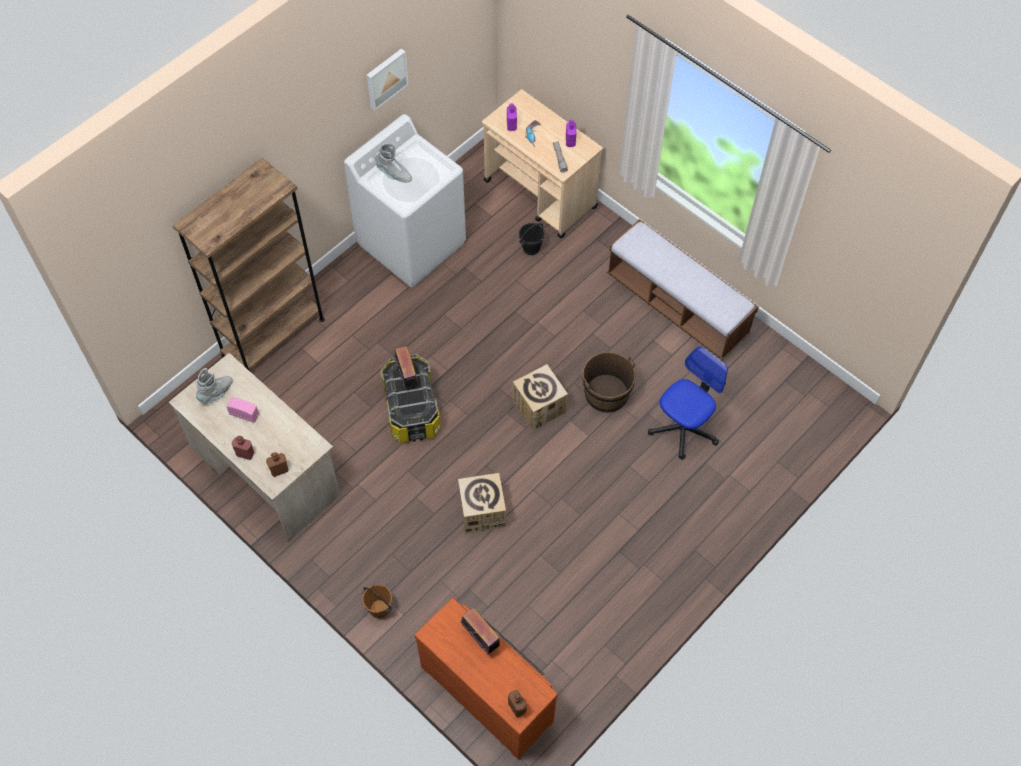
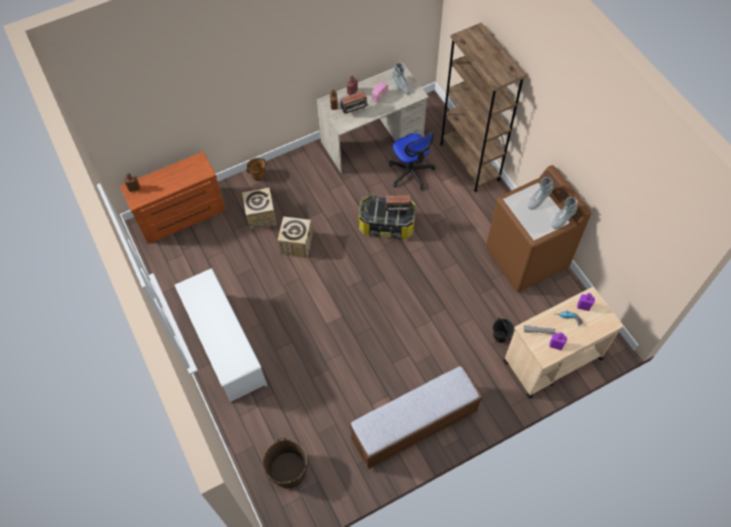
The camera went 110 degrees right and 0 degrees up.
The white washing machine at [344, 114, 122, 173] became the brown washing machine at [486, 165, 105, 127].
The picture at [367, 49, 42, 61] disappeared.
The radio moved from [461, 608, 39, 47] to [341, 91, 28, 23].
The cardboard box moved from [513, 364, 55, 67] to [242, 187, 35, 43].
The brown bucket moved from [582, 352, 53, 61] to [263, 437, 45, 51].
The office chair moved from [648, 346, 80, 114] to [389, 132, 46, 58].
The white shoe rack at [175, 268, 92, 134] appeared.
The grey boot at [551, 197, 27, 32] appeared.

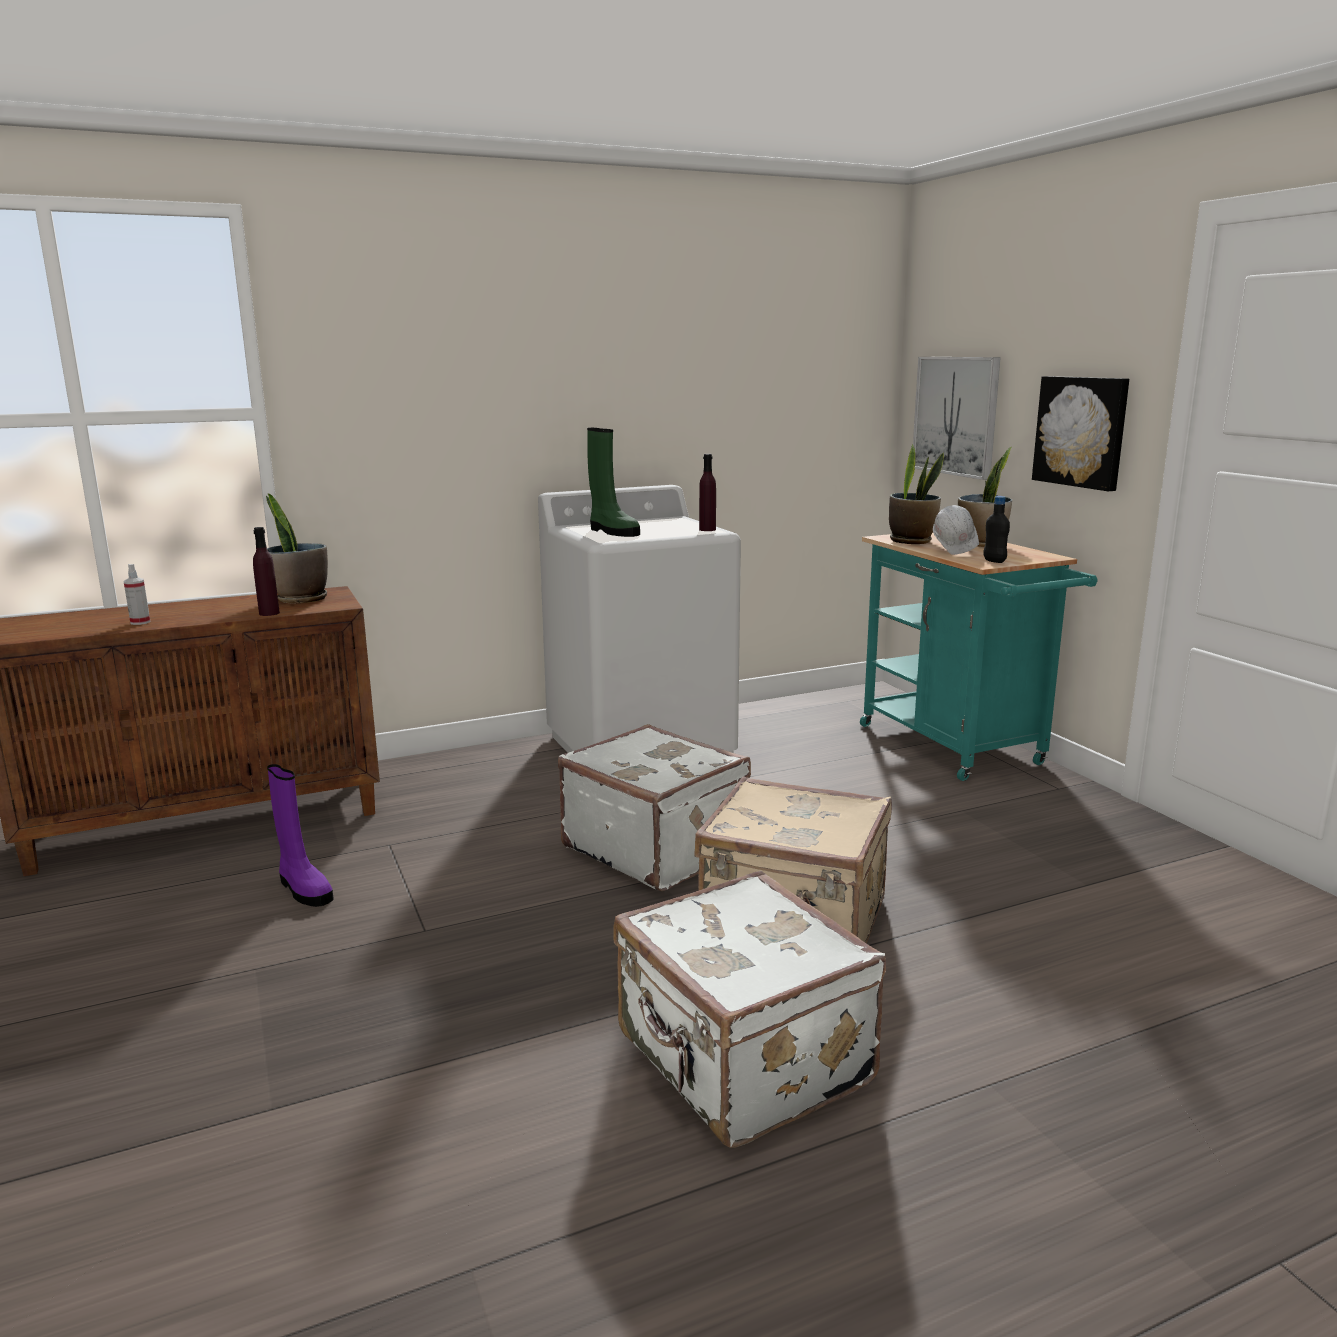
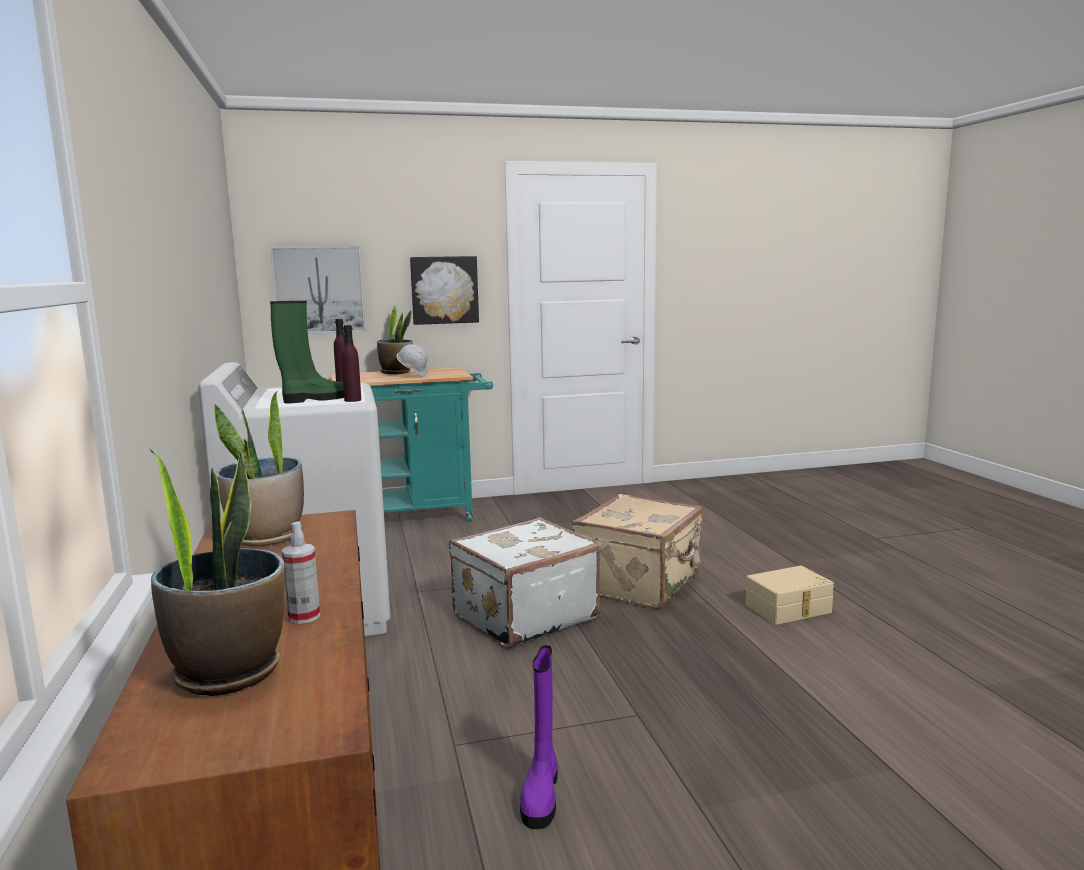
The camera went 80 degrees left and 5 degrees down.
The purple bottle moved from [253, 527, 27, 89] to [341, 325, 20, 77].
The purple boot at [267, 764, 67, 143] turned 135 degrees clockwise.
The white suitcase at [613, 871, 273, 277] was replaced by the beige storage box at [746, 566, 88, 59].
The potted plant moved from [889, 444, 55, 100] to [150, 449, 135, 247].
The black bottle at [983, 496, 27, 67] disappeared.

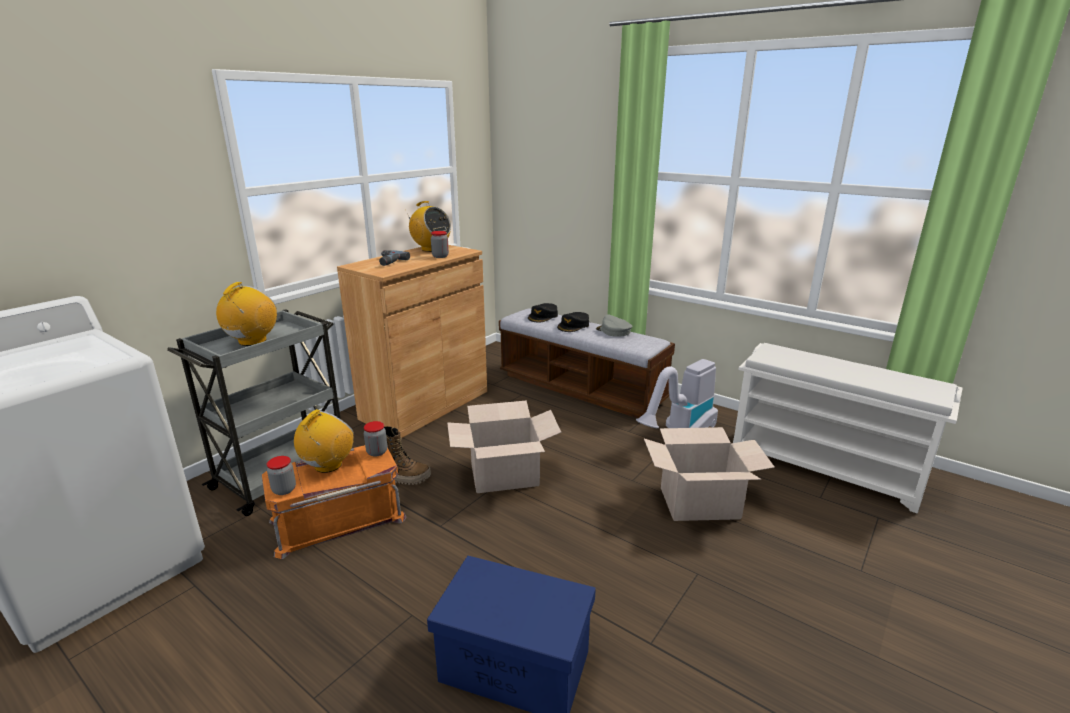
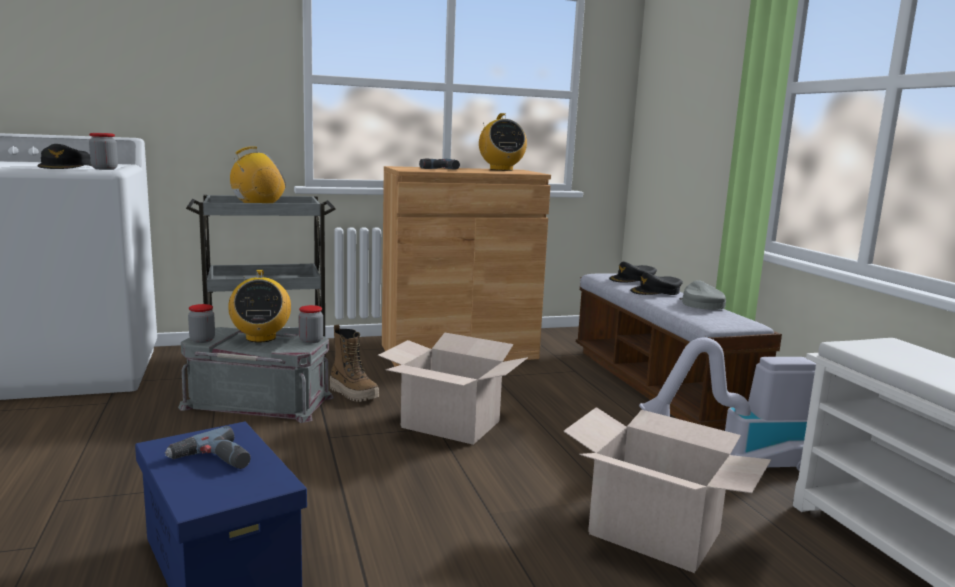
The camera went 35 degrees right and 10 degrees down.
The orange storage box at [262, 445, 144, 114] became the grey storage box at [178, 327, 156, 96].
The radio at [294, 409, 60, 64] turned 105 degrees clockwise.
The jar moved from [431, 231, 18, 27] to [89, 133, 29, 37].
The black cap at [37, 144, 55, 25] appeared.
The power drill at [165, 426, 86, 43] appeared.

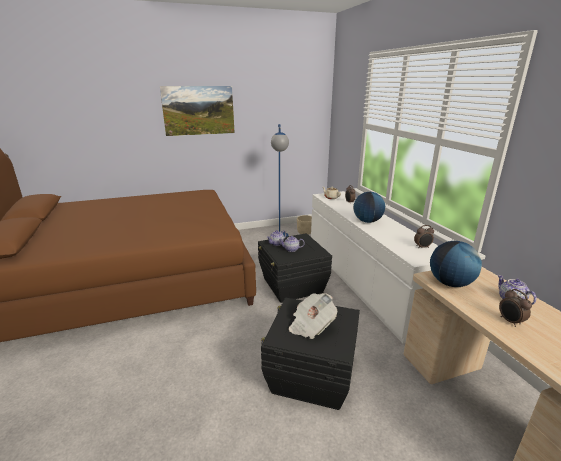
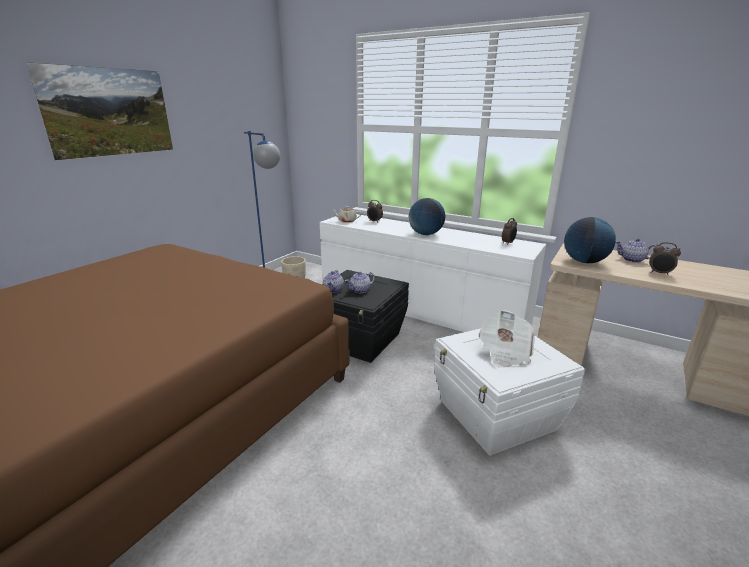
The camera went 40 degrees left and 0 degrees up.
The black storage box at [261, 298, 99, 112] became the white storage box at [434, 329, 151, 127].

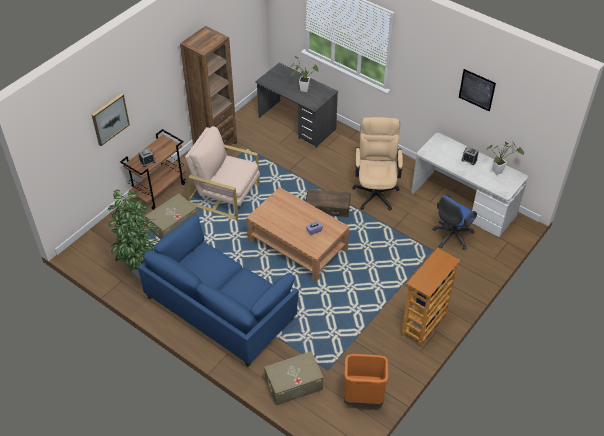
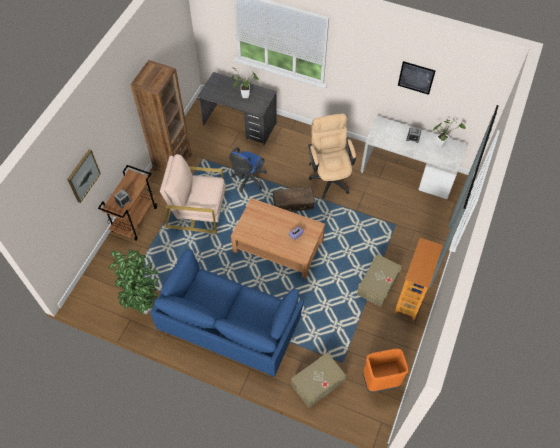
The camera went 15 degrees left and 10 degrees up.
The beige storage box moved from [145, 194, 53, 45] to [357, 254, 45, 53].
The blue office chair moved from [433, 195, 44, 55] to [229, 147, 38, 45].

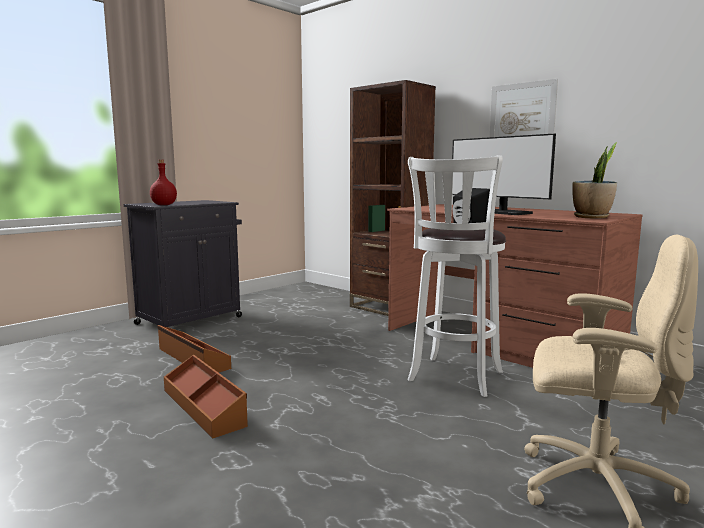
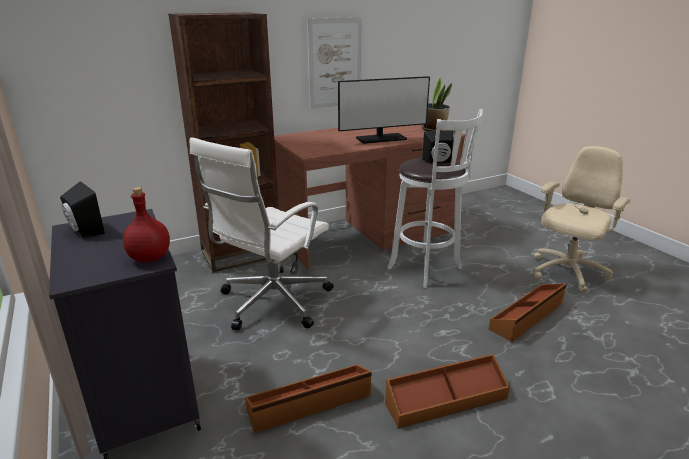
The camera went 70 degrees left and 15 degrees up.
The black speaker at [60, 181, 45, 57] appeared.
The white office chair at [189, 137, 145, 193] appeared.
The brown storage box at [489, 283, 78, 59] appeared.

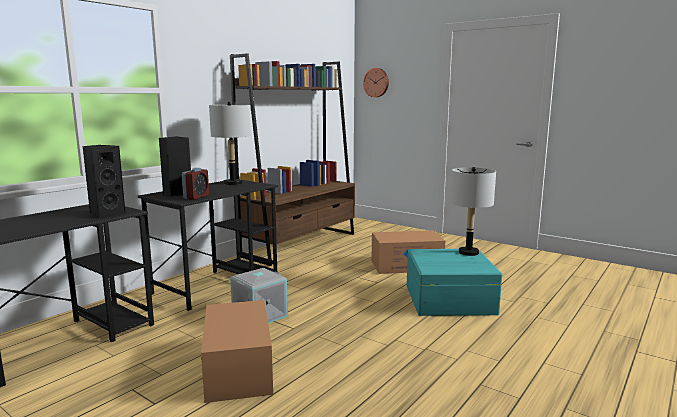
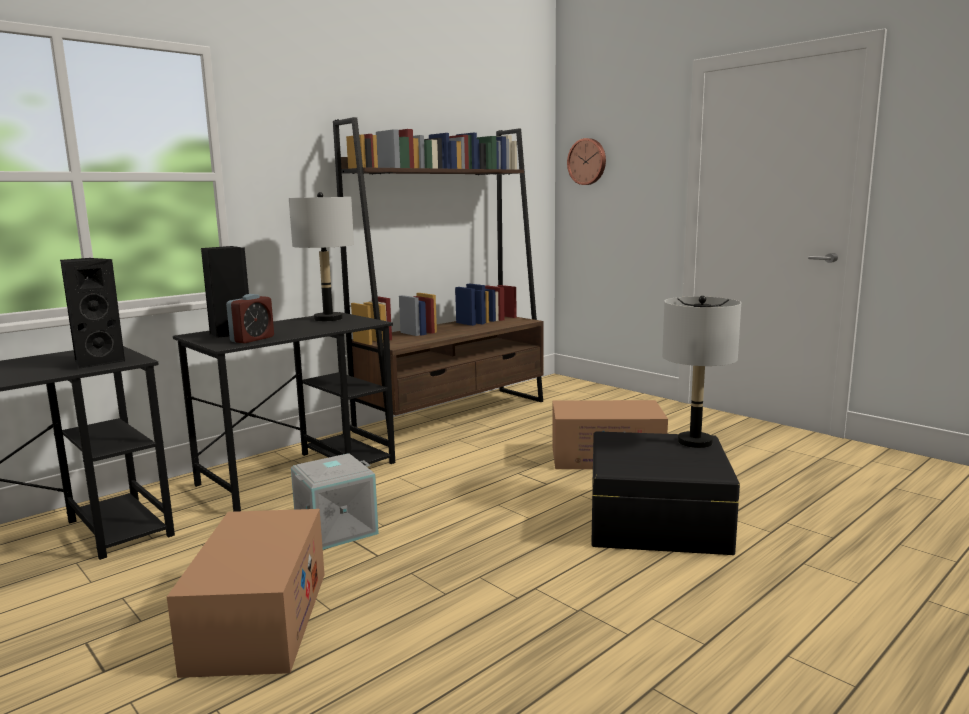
The camera went 10 degrees right and 0 degrees up.
The turquoise storage box at [407, 249, 95, 67] became the black storage box at [591, 431, 149, 124].

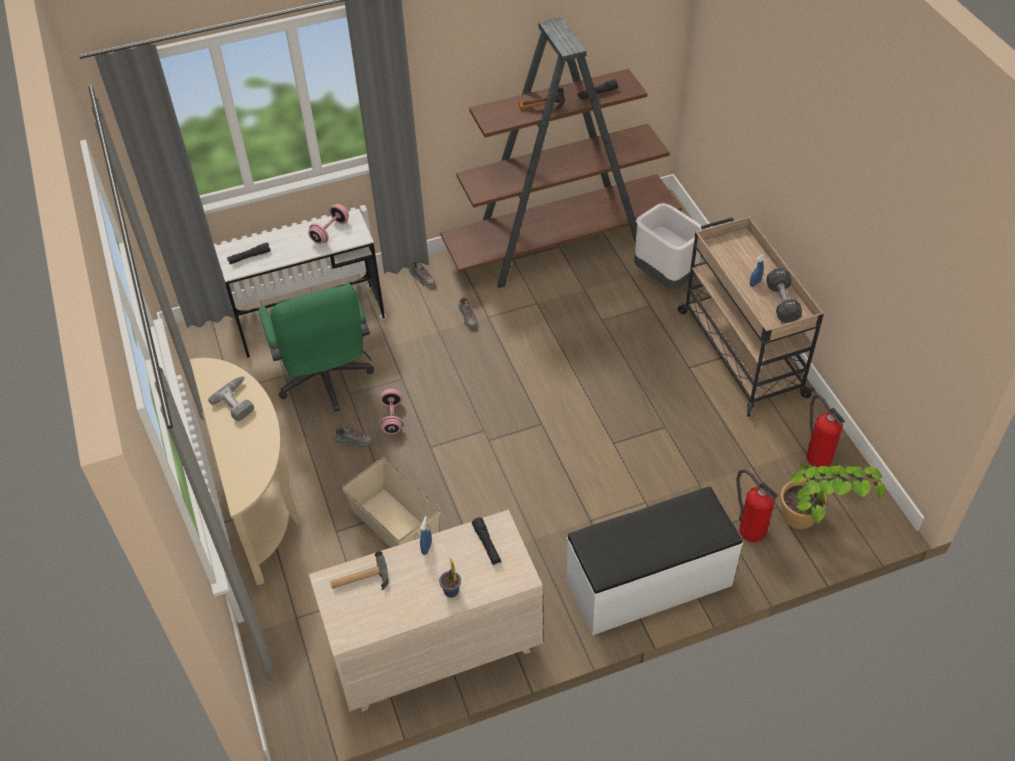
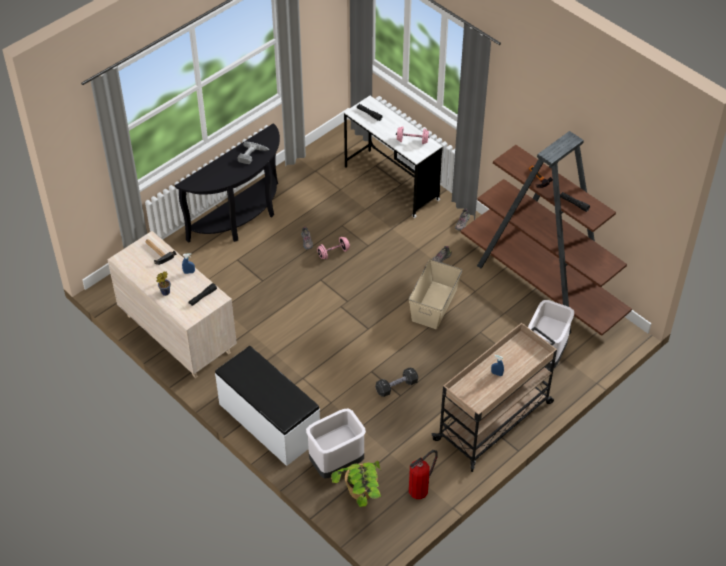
The camera went 65 degrees right and 0 degrees up.
The beige console table at [190, 358, 111, 227] became the black console table at [175, 123, 105, 120].
The green office chair at [259, 283, 115, 129] disappeared.
The beige storage box moved from [342, 457, 99, 91] to [409, 259, 53, 70].
The fire extinguisher at [736, 469, 42, 73] was replaced by the white trash can at [306, 408, 60, 71].
The black dumbbell moved from [766, 268, 36, 55] to [376, 367, 42, 30].

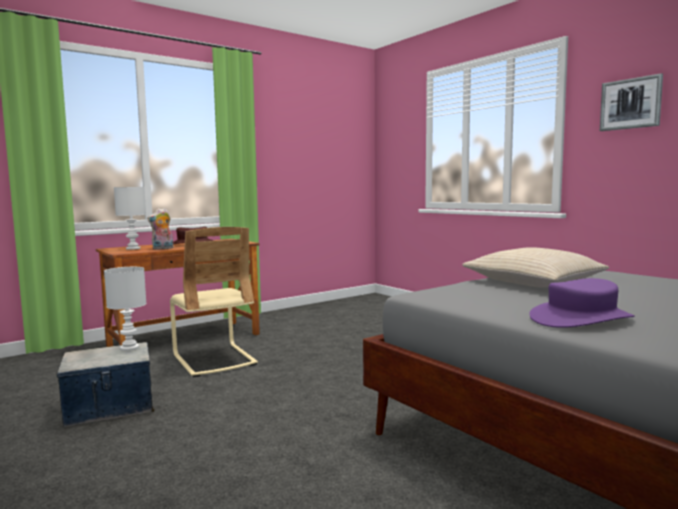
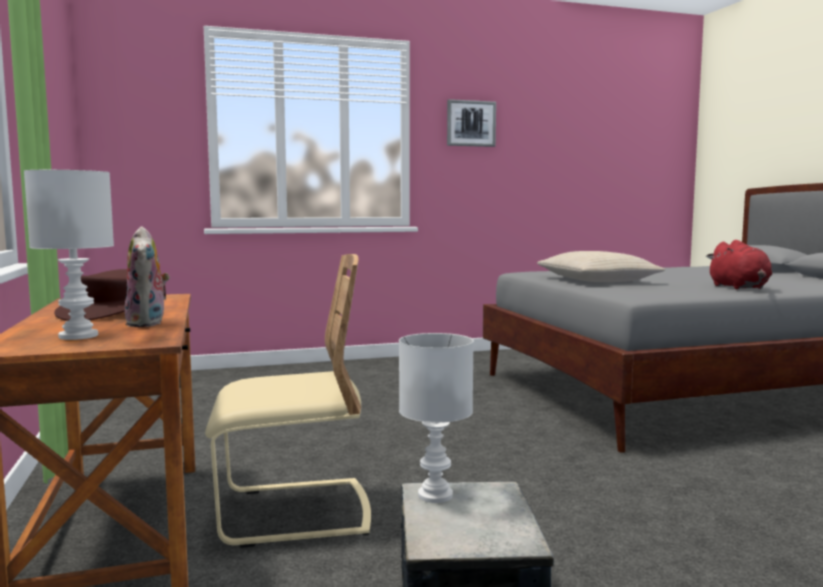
The camera went 70 degrees left and 0 degrees up.
The purple hat at [529, 278, 106, 50] was replaced by the red plush toy at [707, 240, 65, 49].

